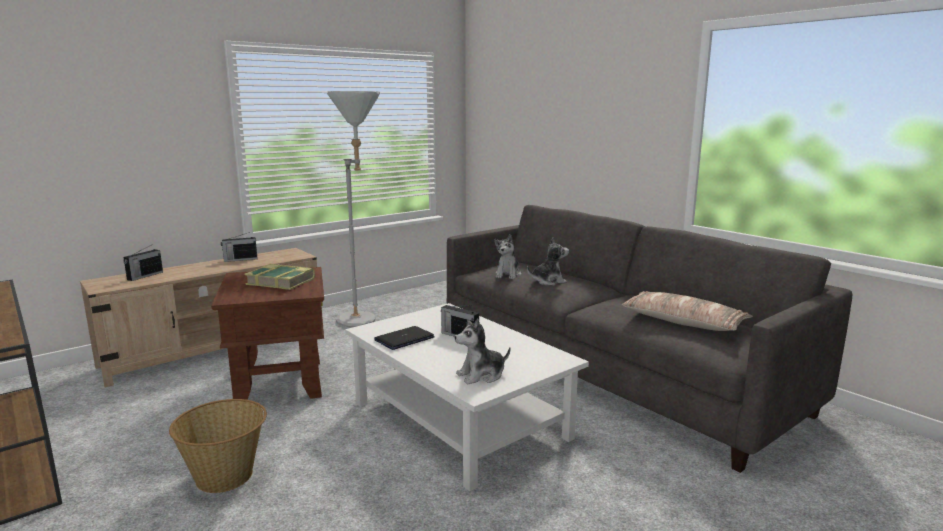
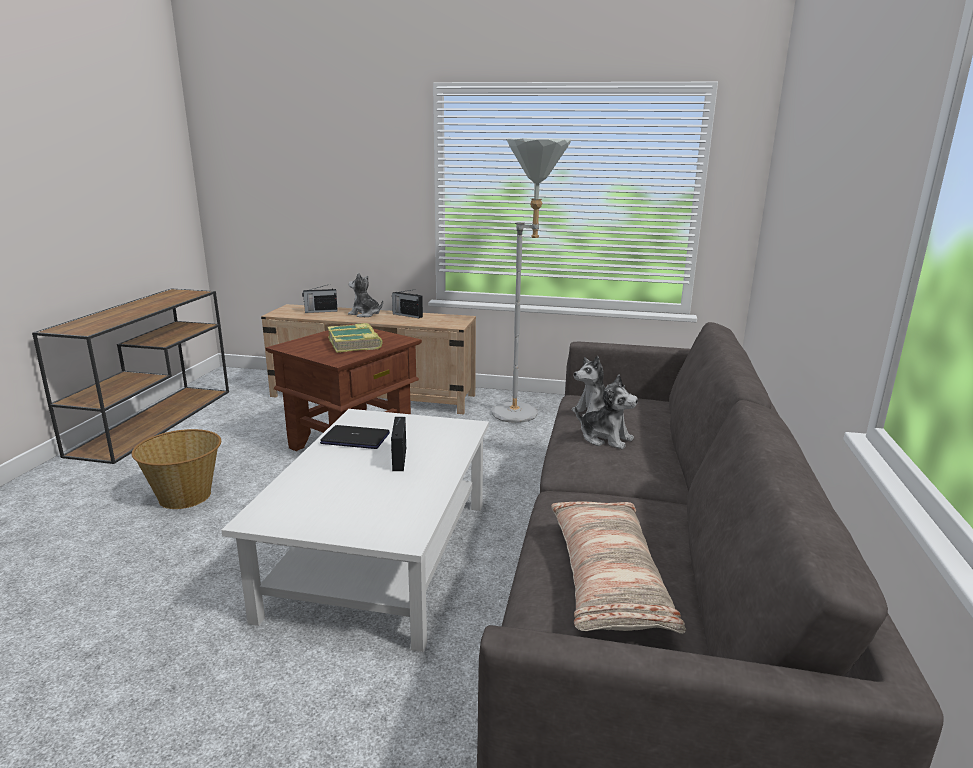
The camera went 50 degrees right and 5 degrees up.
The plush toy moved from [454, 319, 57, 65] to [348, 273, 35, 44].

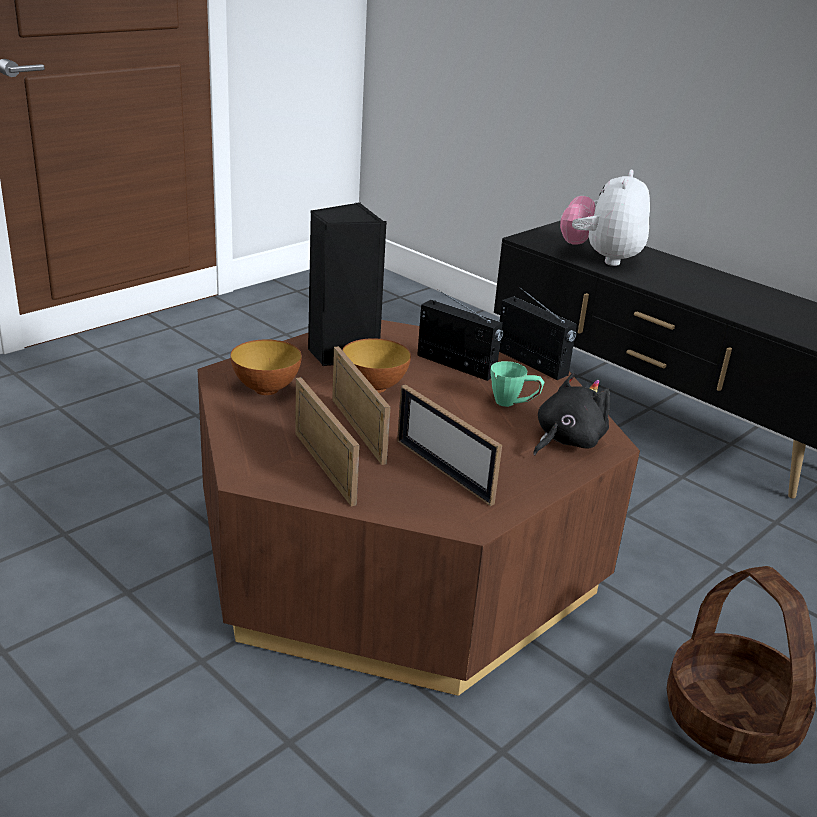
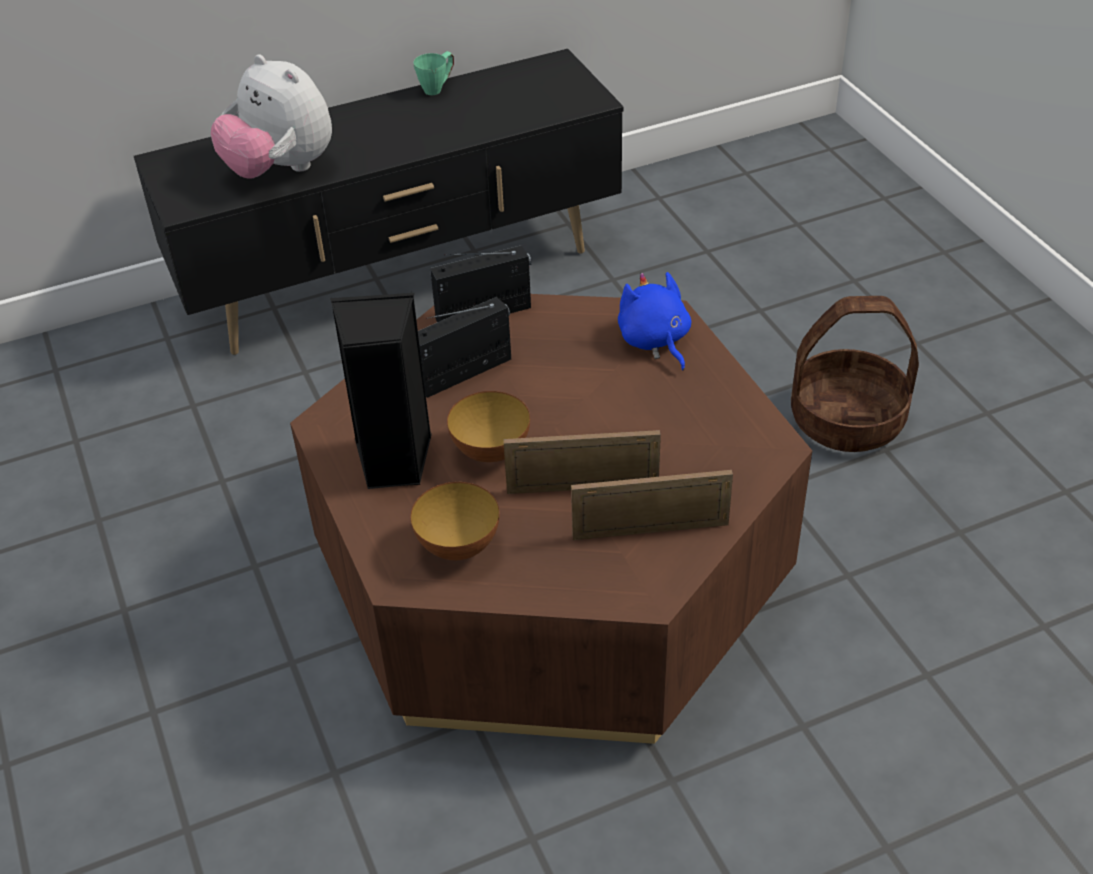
The camera went 65 degrees left and 15 degrees up.
The picture frame at [397, 384, 105, 122] disappeared.
The green mug moved from [490, 361, 54, 46] to [413, 51, 41, 44].
The black plush toy at [533, 373, 77, 82] became the blue plush toy at [618, 272, 73, 98].

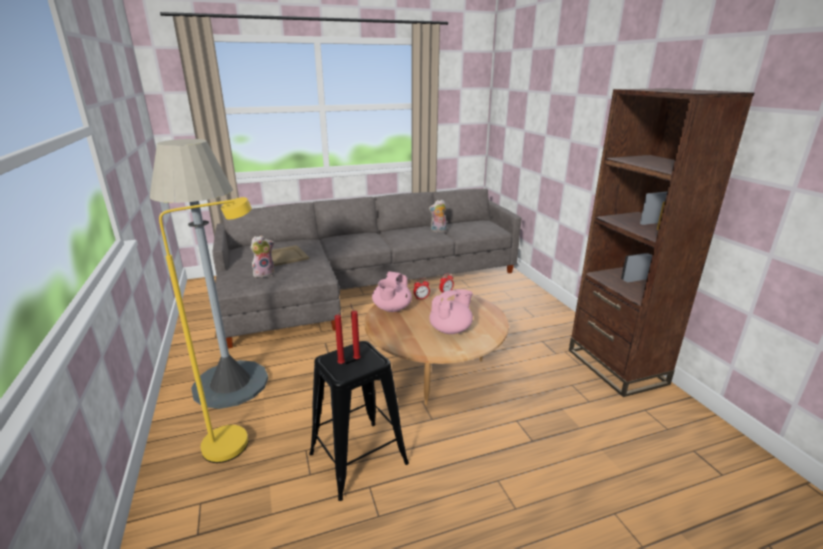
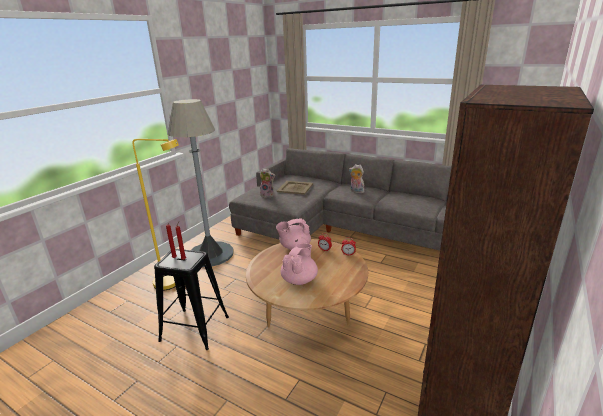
The camera went 50 degrees right and 0 degrees up.
The plush toy moved from [429, 200, 18, 33] to [349, 164, 16, 29].
The pink teapot at [429, 289, 44, 45] turned 75 degrees counterclockwise.

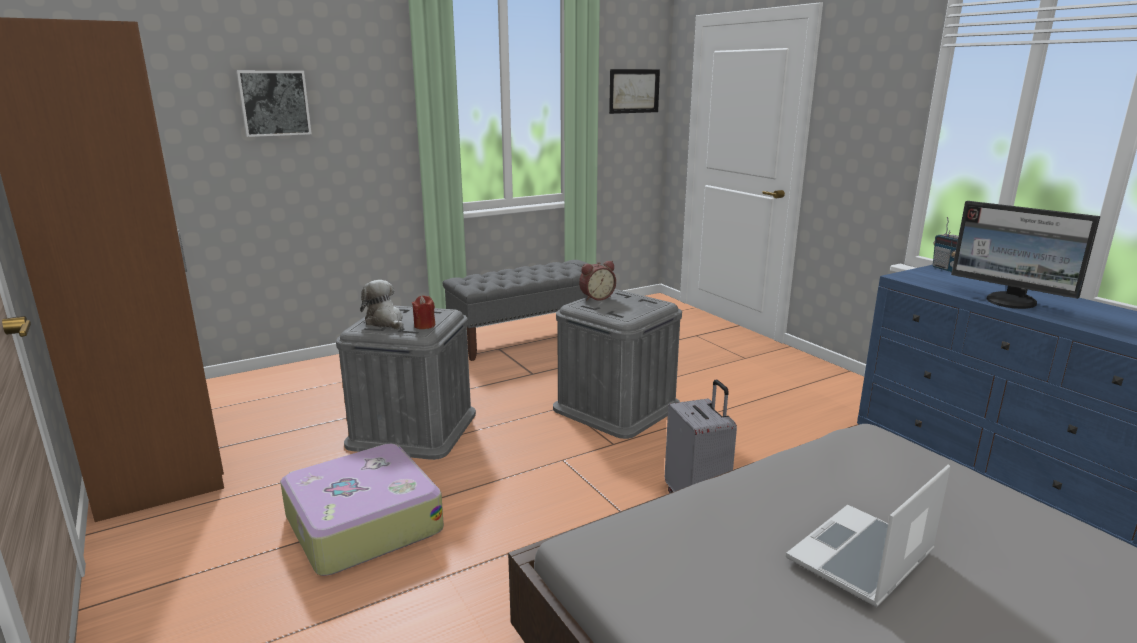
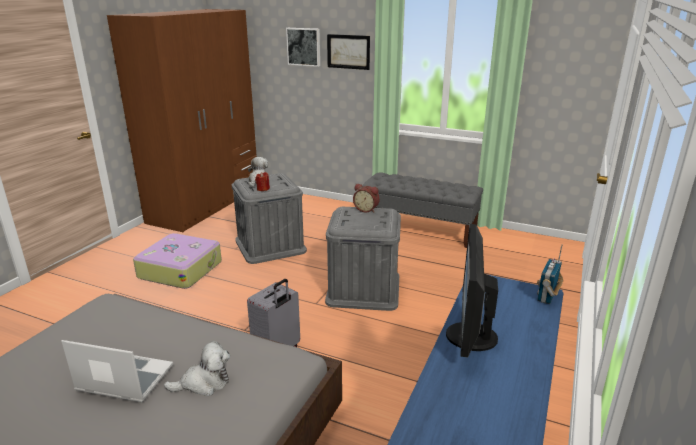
The camera went 55 degrees right and 5 degrees up.
The picture moved from [609, 69, 51, 45] to [327, 34, 43, 36].
The plush toy at [164, 341, 66, 55] appeared.

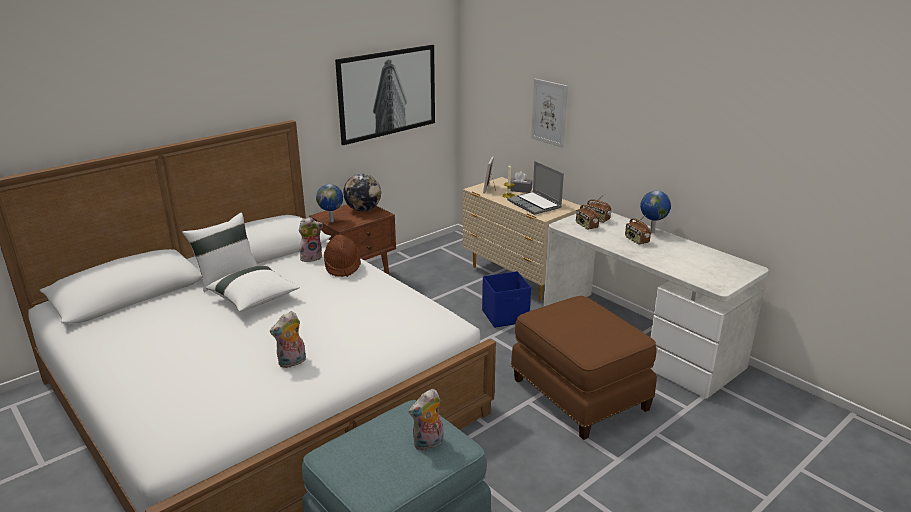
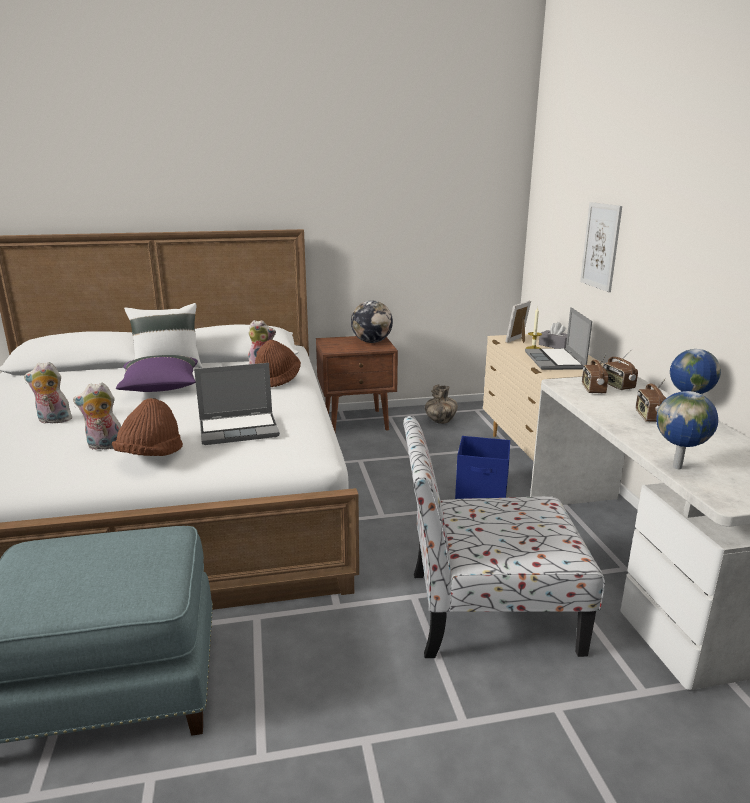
The camera went 30 degrees right and 5 degrees down.
The white pillow at [206, 265, 94, 47] became the purple pillow at [116, 355, 82, 37].
The globe moved from [316, 184, 27, 38] to [656, 391, 62, 78].
The picture at [335, 45, 100, 100] disappeared.
The plush toy moved from [409, 389, 35, 62] to [24, 362, 48, 62].
The brown ottoman at [511, 296, 146, 144] was replaced by the chair at [403, 416, 202, 242].
The brown hat at [112, 398, 71, 58] appeared.
The laptop at [194, 363, 86, 82] appeared.
The vase at [425, 385, 33, 39] appeared.

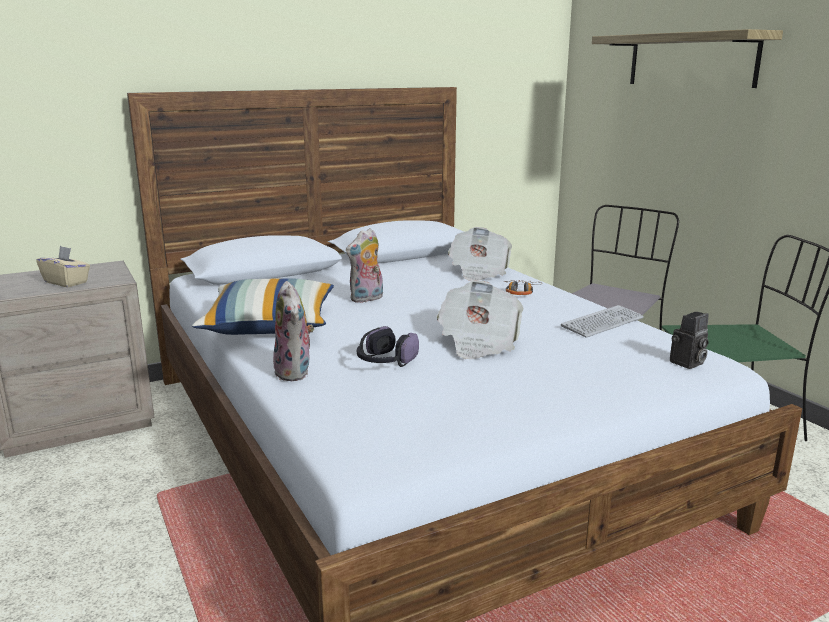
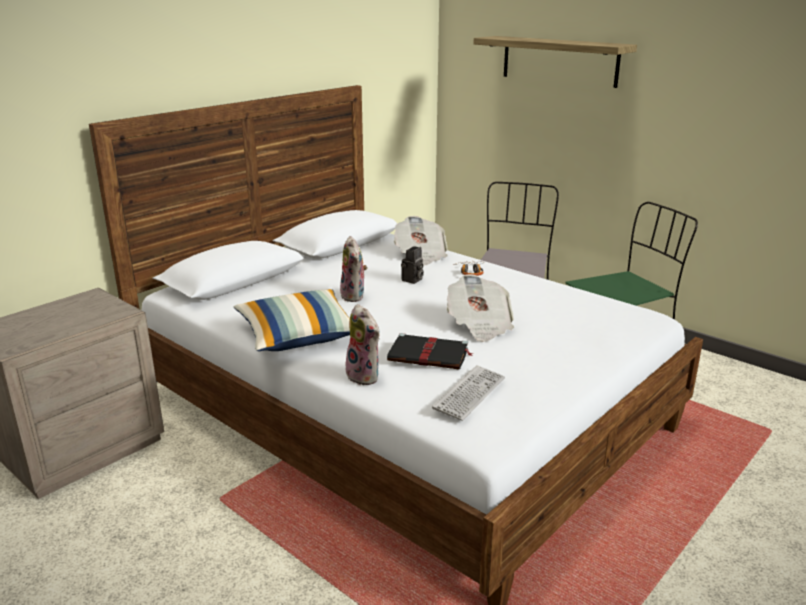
The camera went 20 degrees left and 5 degrees up.
The beige tissue box at [36, 246, 54, 41] disappeared.
The plush toy at [346, 228, 37, 75] turned 45 degrees counterclockwise.
The headphones at [357, 326, 62, 41] was replaced by the black book at [387, 333, 87, 37].
The keyboard moved from [561, 305, 83, 32] to [432, 365, 73, 56].
The photo camera moved from [670, 312, 39, 57] to [401, 246, 23, 38].

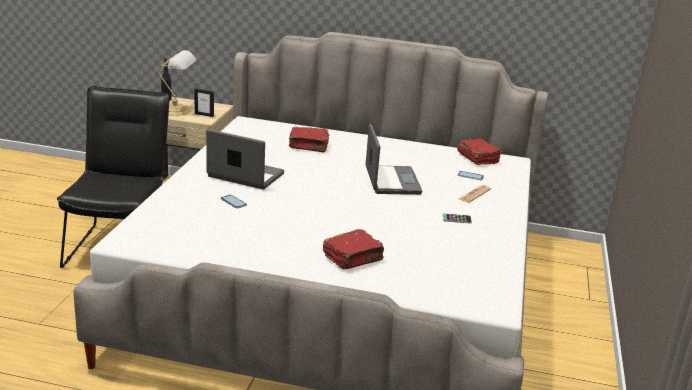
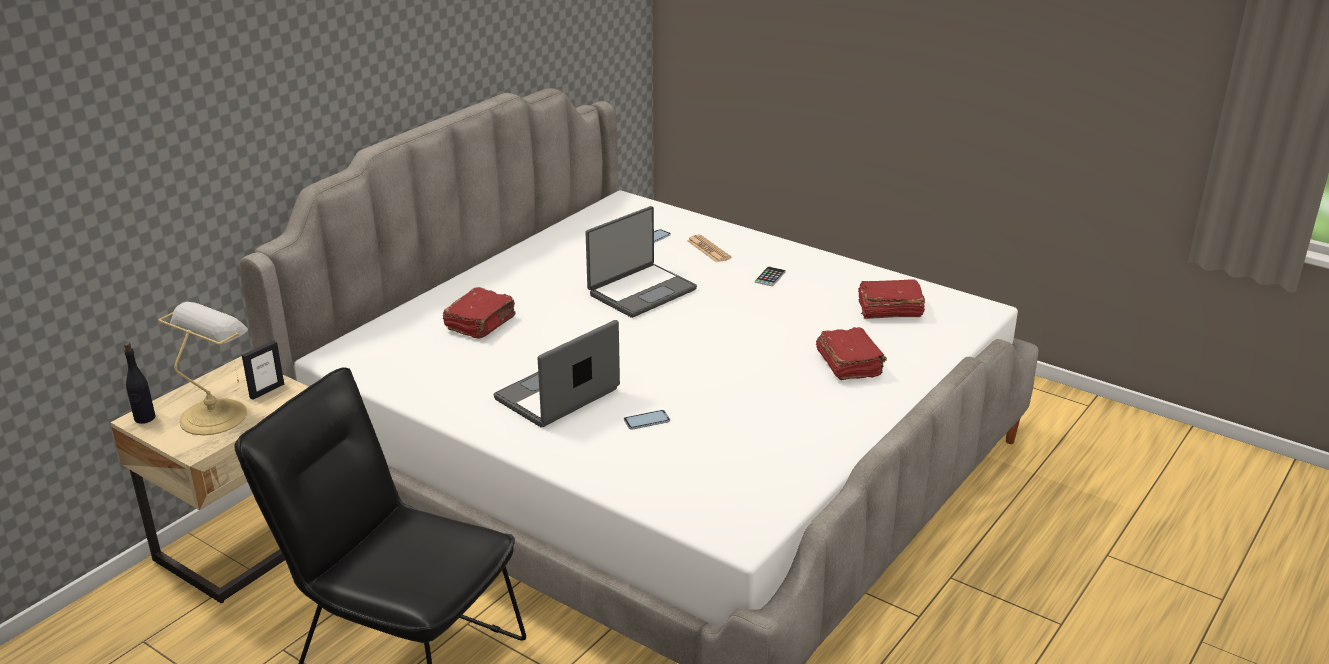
The camera went 65 degrees left and 5 degrees up.
The laptop at [366, 124, 56, 71] turned 120 degrees clockwise.
The red book moved from [457, 138, 45, 27] to [858, 279, 67, 40].

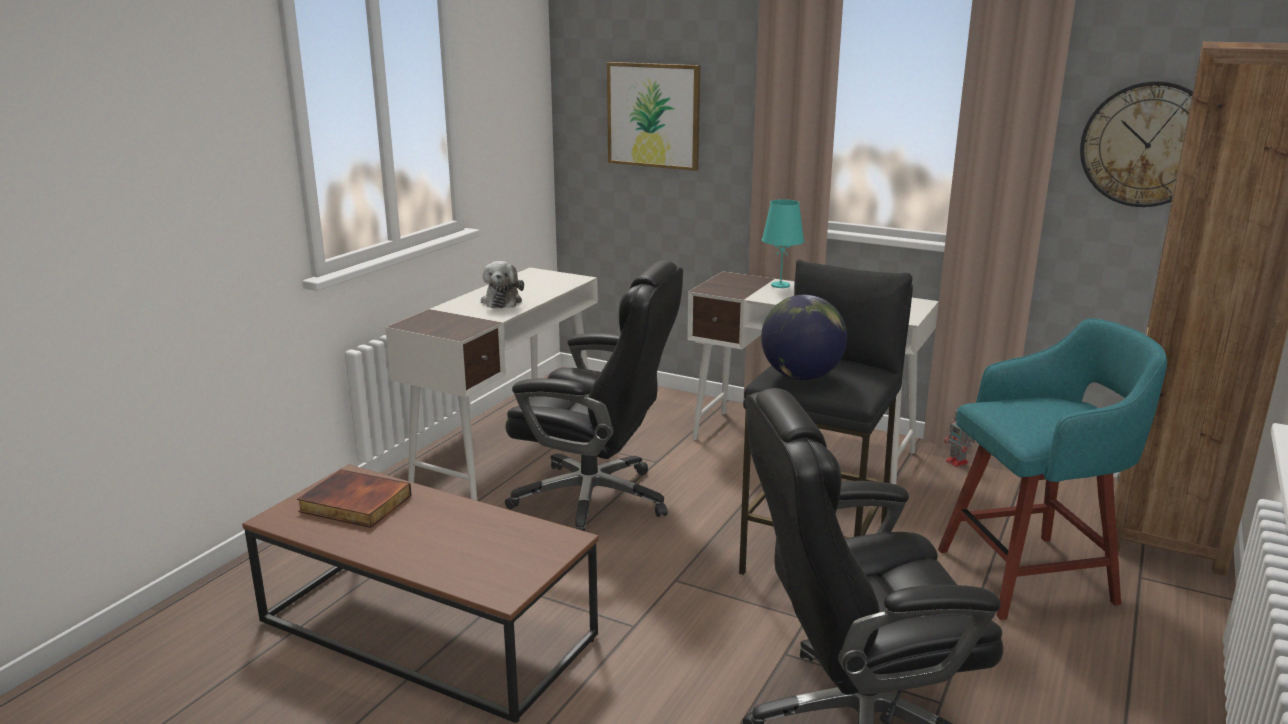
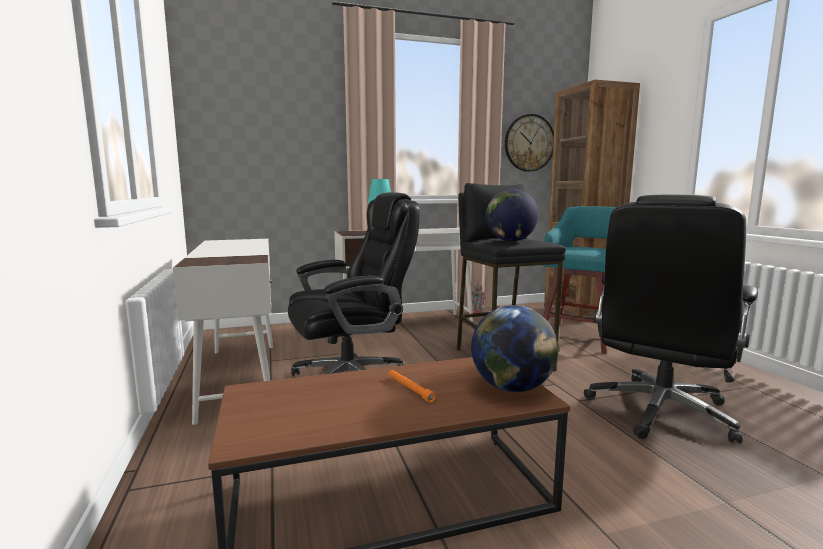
The camera went 45 degrees left and 10 degrees down.
The book at [297, 469, 115, 59] disappeared.
The plush toy at [481, 261, 43, 47] disappeared.
The picture at [607, 62, 93, 109] disappeared.
The orange flashlight at [389, 370, 47, 33] appeared.
The globe at [471, 305, 87, 87] appeared.

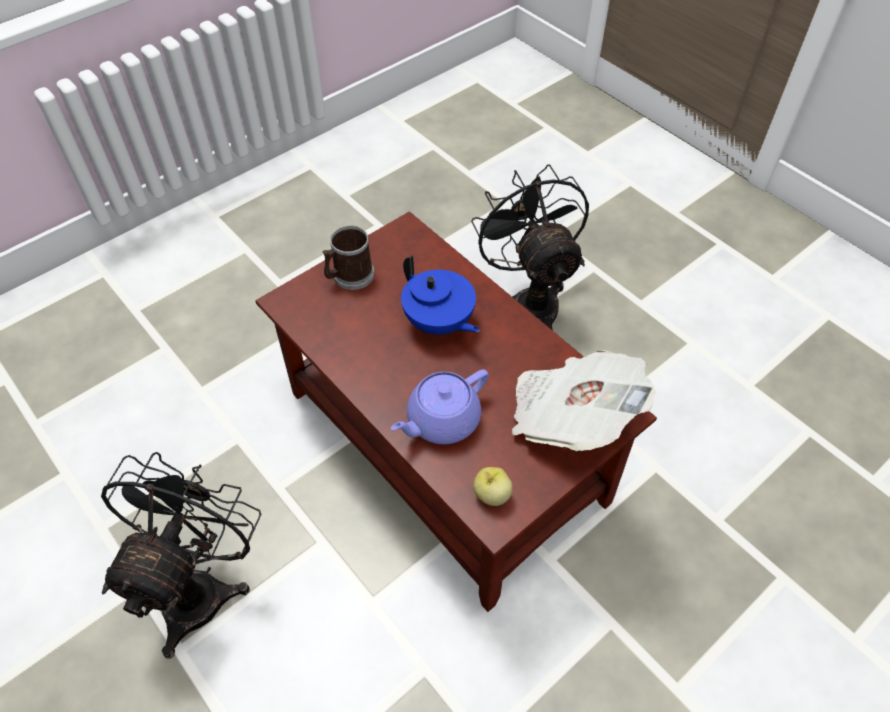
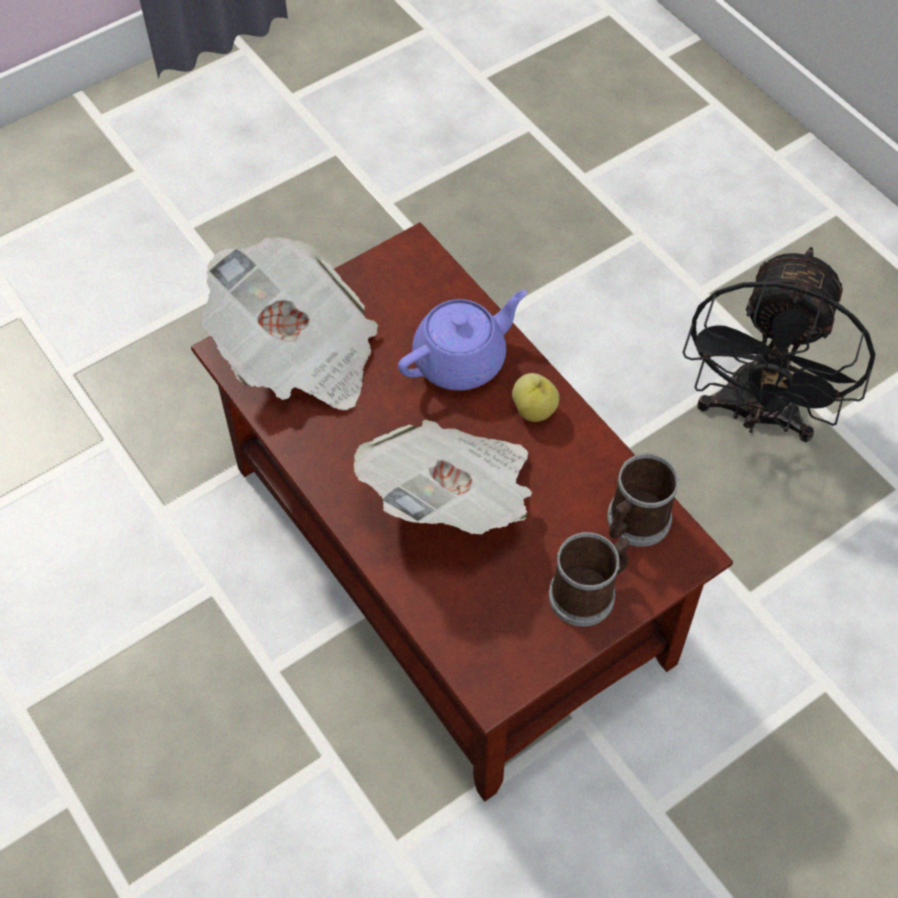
The camera went 175 degrees left and 5 degrees up.
The blue teapot at [401, 256, 79, 79] was replaced by the newspaper at [354, 419, 178, 115].
The black fan at [471, 164, 118, 166] disappeared.
The apple moved from [473, 467, 40, 39] to [512, 373, 47, 49].
The mug at [607, 453, 72, 94] appeared.

